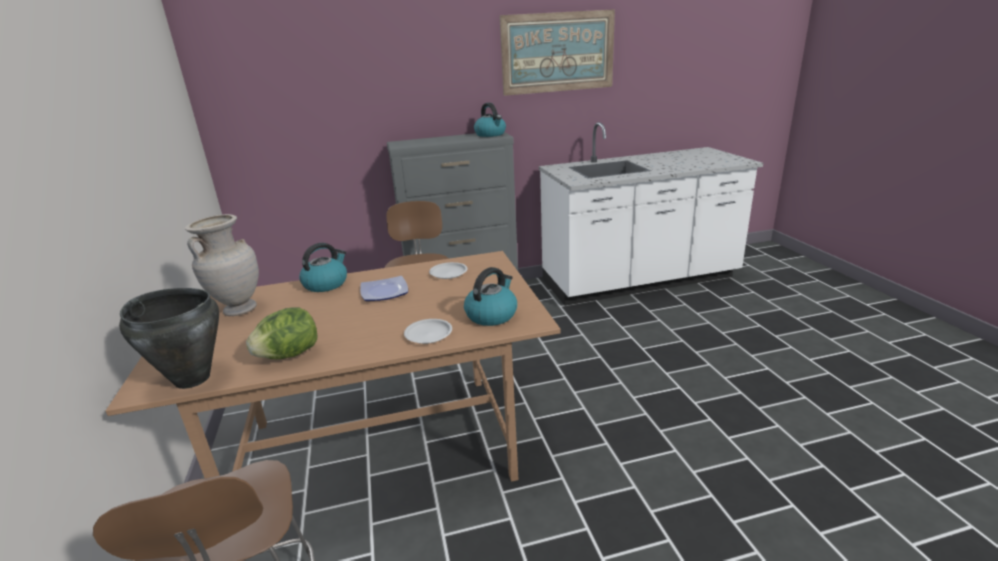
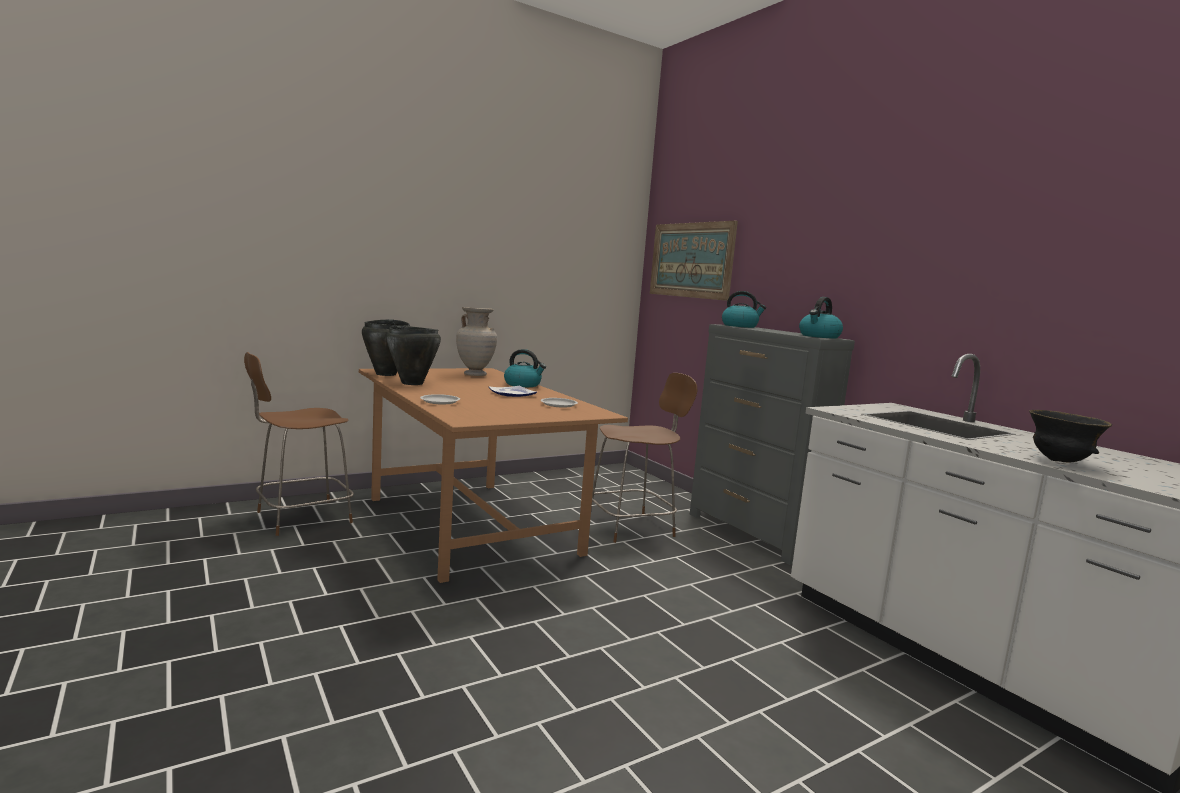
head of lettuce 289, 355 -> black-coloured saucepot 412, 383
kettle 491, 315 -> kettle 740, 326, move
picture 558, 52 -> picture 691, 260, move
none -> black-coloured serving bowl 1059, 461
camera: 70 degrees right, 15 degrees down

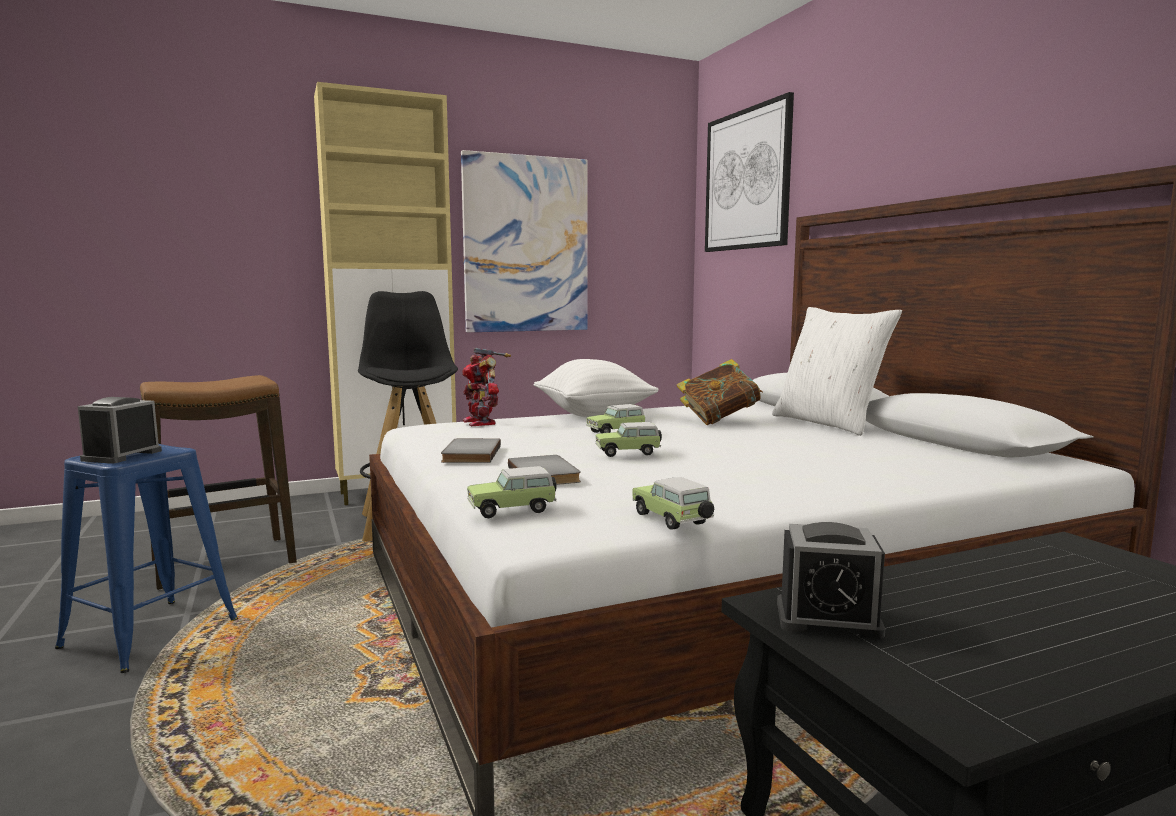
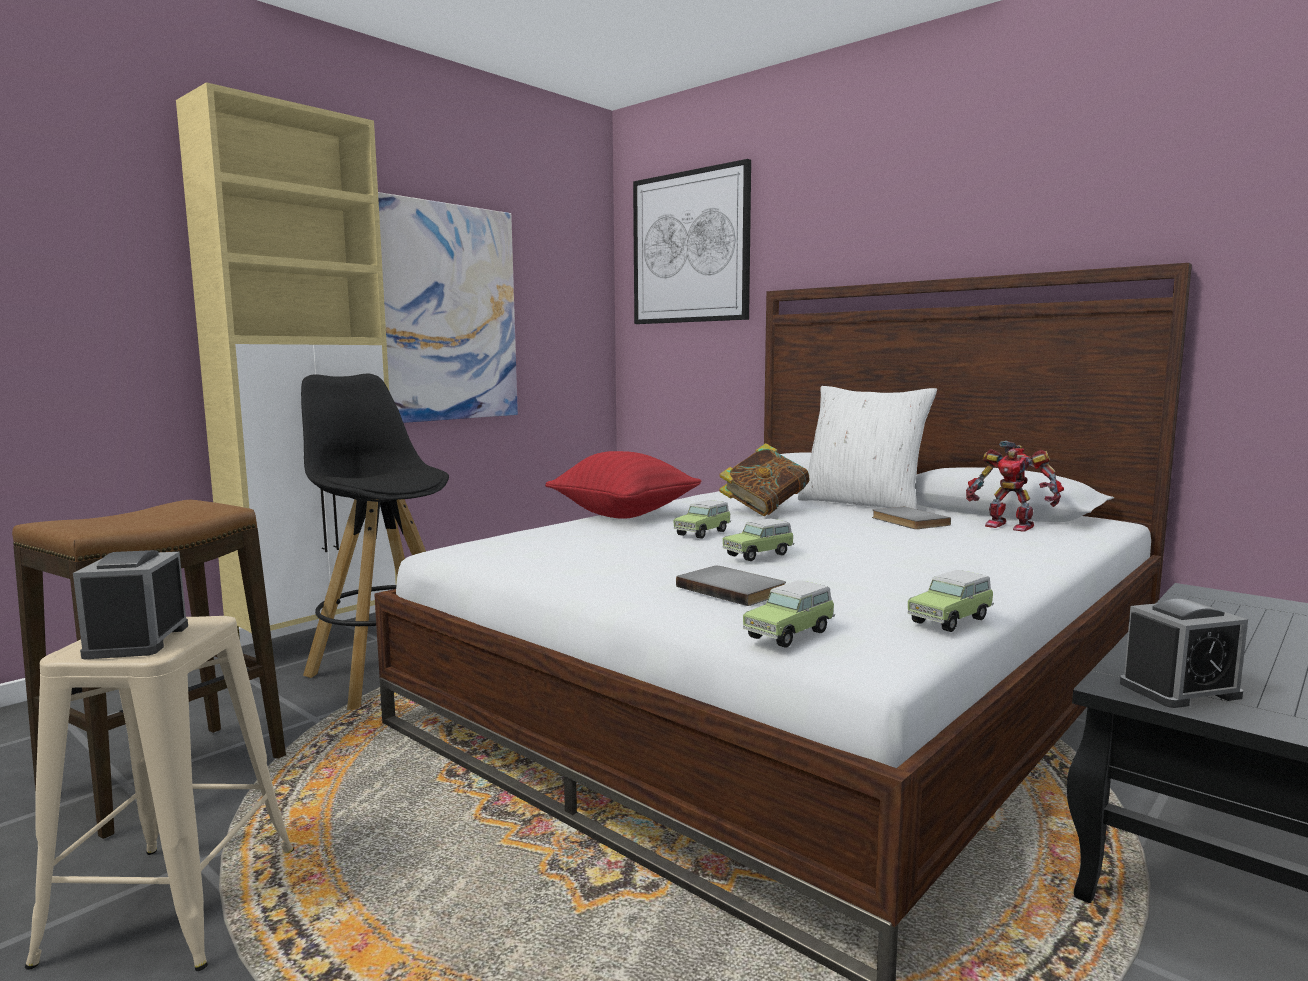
blue stool 150, 634 -> beige-coloured stool 173, 904
gray bound book 469, 454 -> gray bound book 907, 521, move
robot figure 482, 422 -> robot figure 1010, 526, move
white throw pillow 593, 414 -> red-coloured throw pillow 624, 514
model car 672, 520 -> model car 951, 620, 75 degrees counterclockwise
camera: 25 degrees left, 0 degrees up

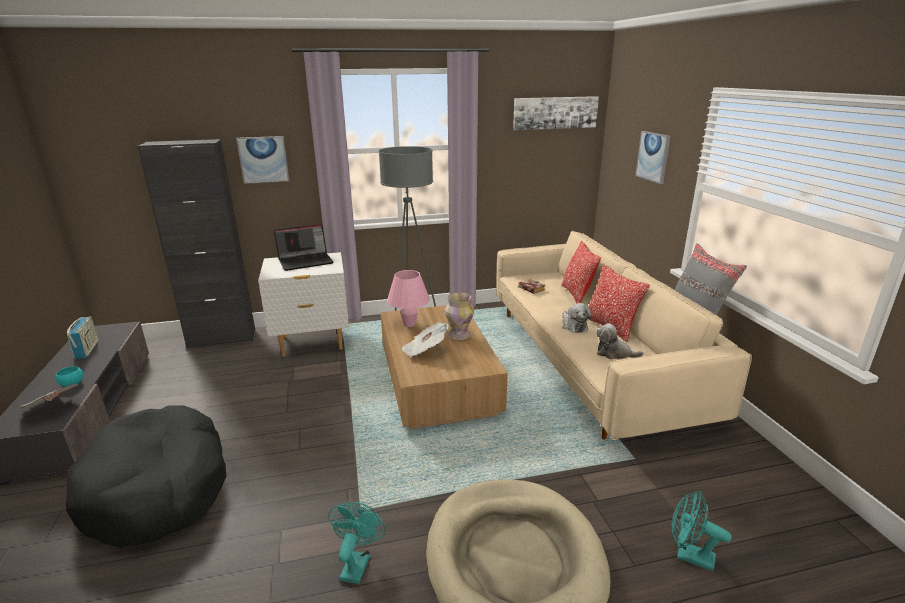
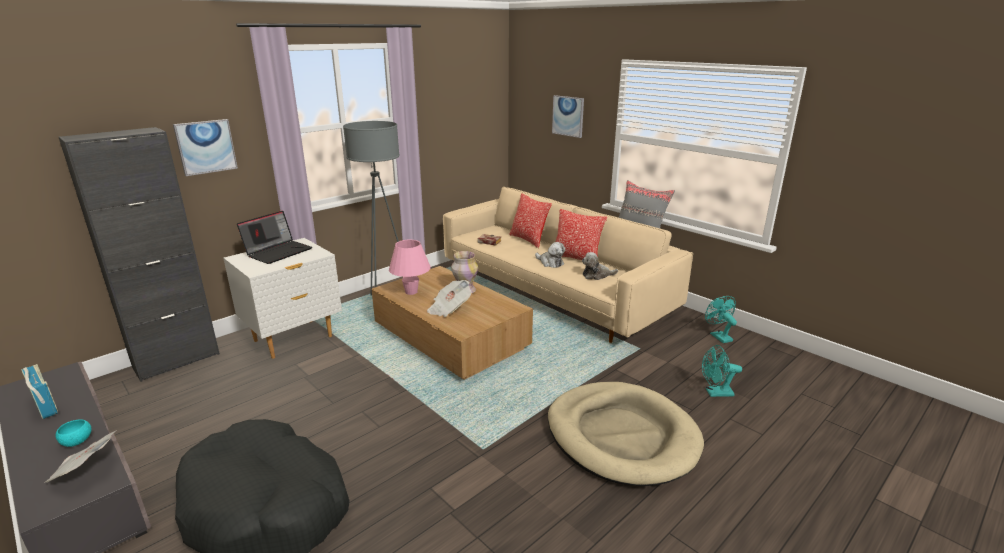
blue-green cooling fan 357, 563 -> blue-green cooling fan 718, 336, move
picture 555, 112 -> none
camera: 30 degrees left, 0 degrees up

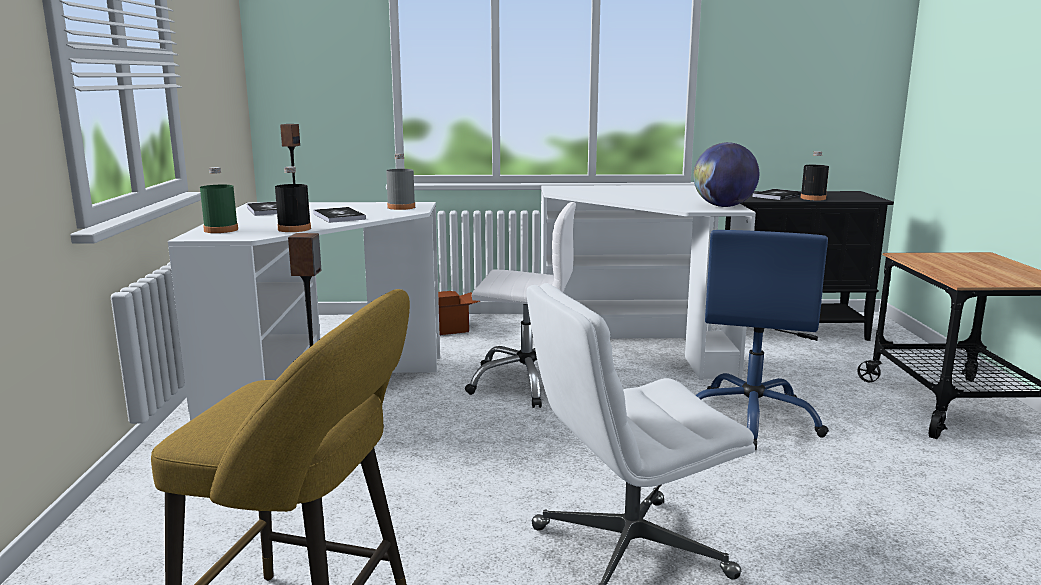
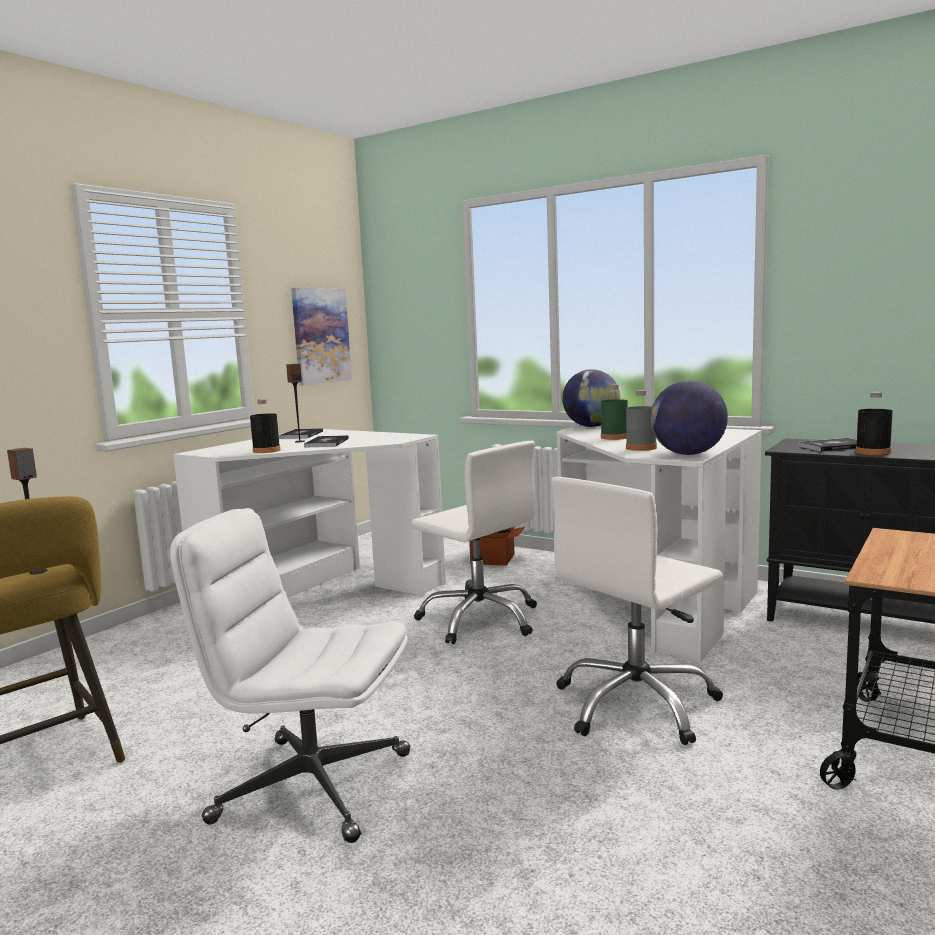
green drink bottle 221, 230 -> green drink bottle 614, 437, move
gray drink bottle 401, 207 -> gray drink bottle 641, 448, move
blue office chair 751, 419 -> white office chair 637, 705
none -> picture 320, 335
none -> globe 591, 426
camera: 35 degrees right, 5 degrees down

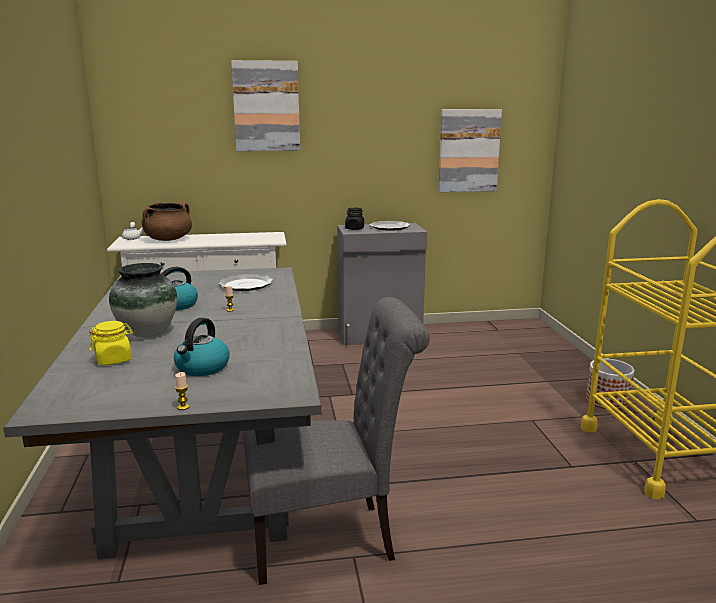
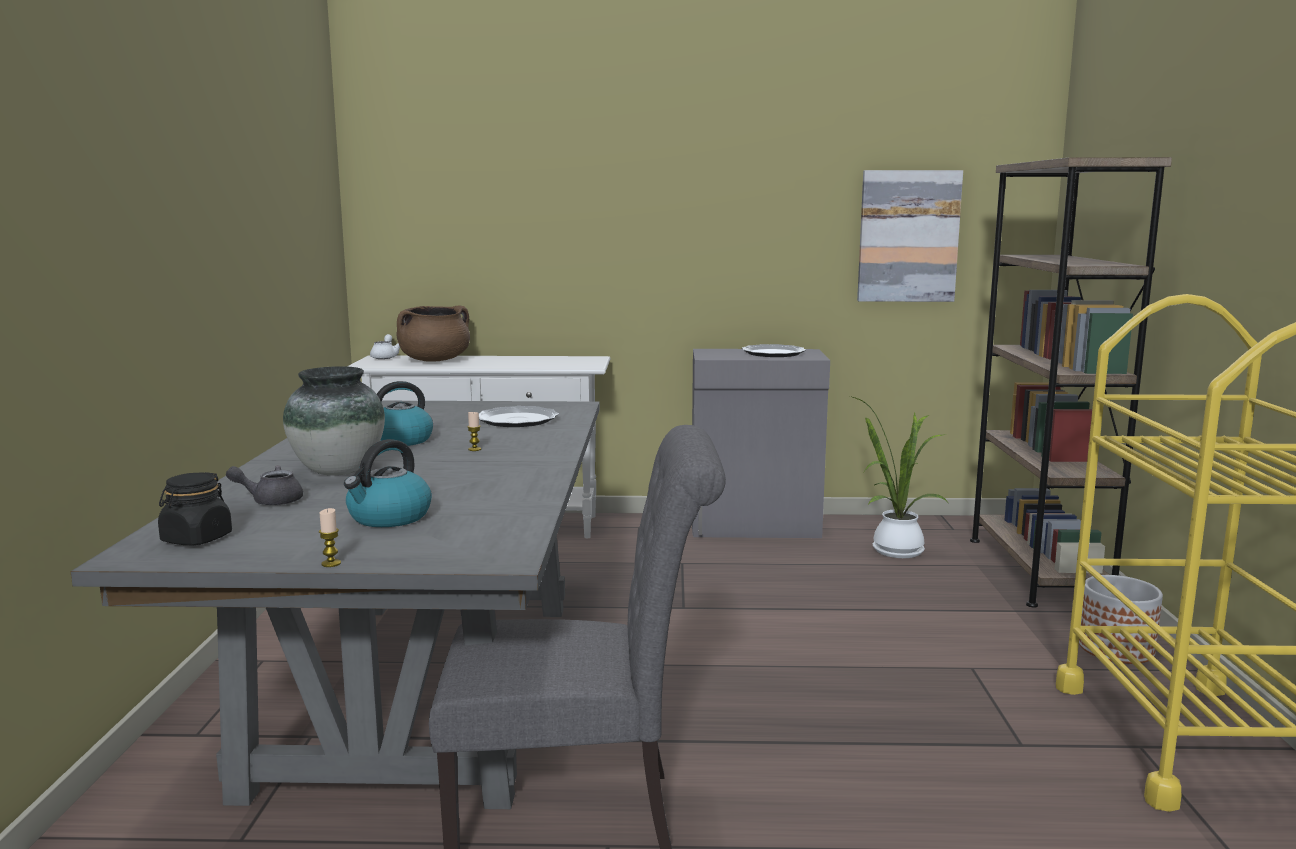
yellowish preserve jar 114, 360 -> gray teapot 271, 501
picture 266, 106 -> none
black-coloured preserve jar 354, 229 -> black-coloured preserve jar 196, 539, move
none -> houseplant 893, 550
none -> brown bookshelf 1037, 570
camera: 10 degrees right, 5 degrees down

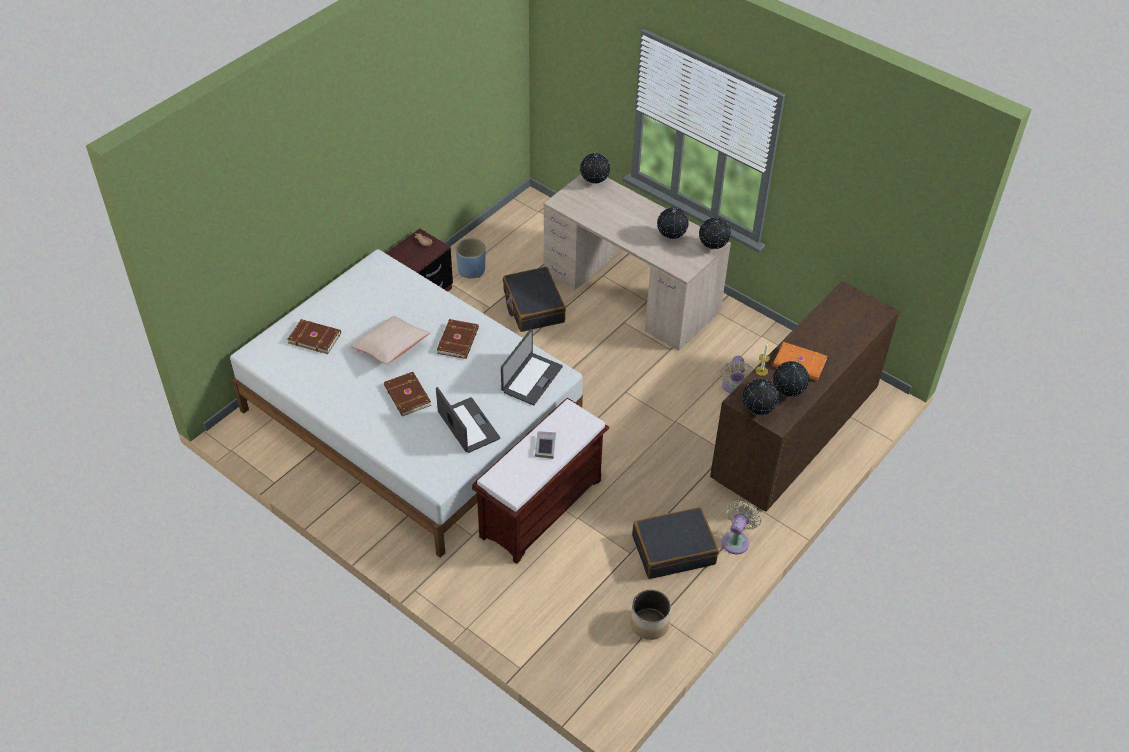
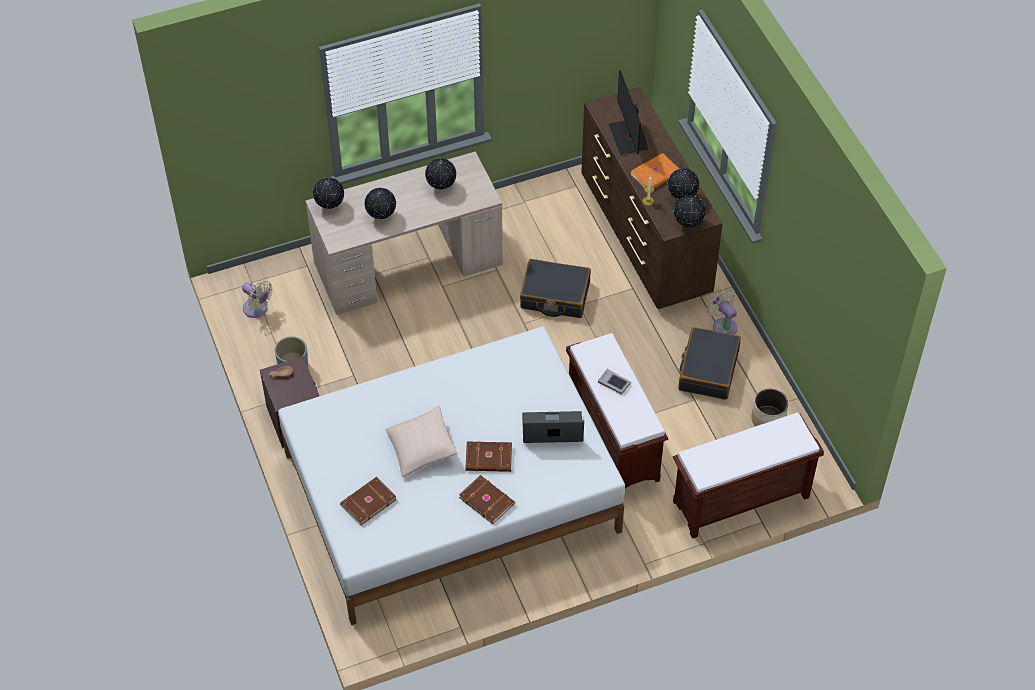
brown bound book 459, 340 -> brown bound book 487, 500, move
notebook computer 531, 379 -> none
black-coloured travel case 533, 307 -> black-coloured travel case 555, 296, move
globe 712, 248 -> globe 381, 216, move
beige-coloured cooling fan 734, 387 -> beige-coloured cooling fan 257, 309, move
none -> monitor 629, 137
none -> brown bench 740, 500
camera: 60 degrees left, 5 degrees up

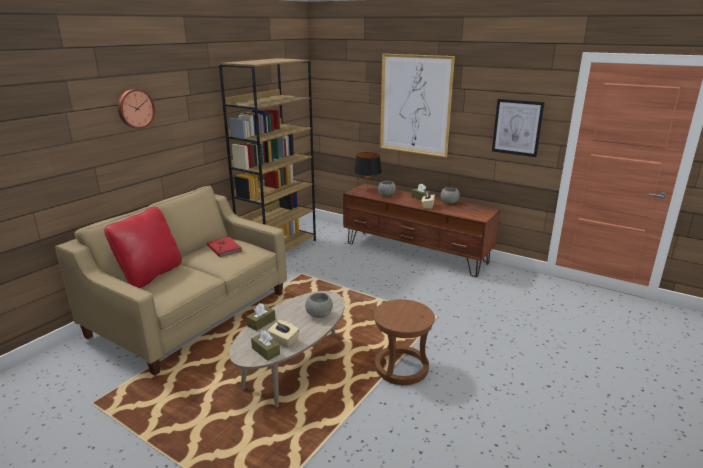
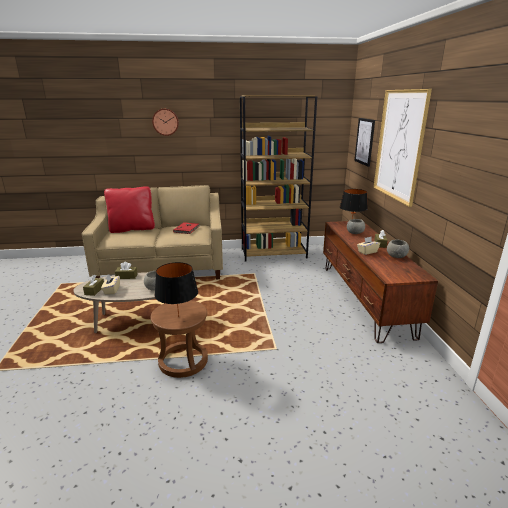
picture 517, 127 -> picture 365, 141, move
none -> black-coloured tabletop lamp 178, 317
camera: 50 degrees right, 0 degrees up

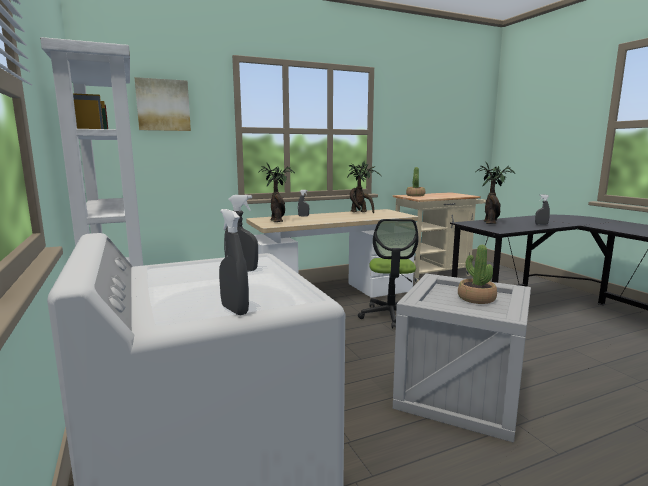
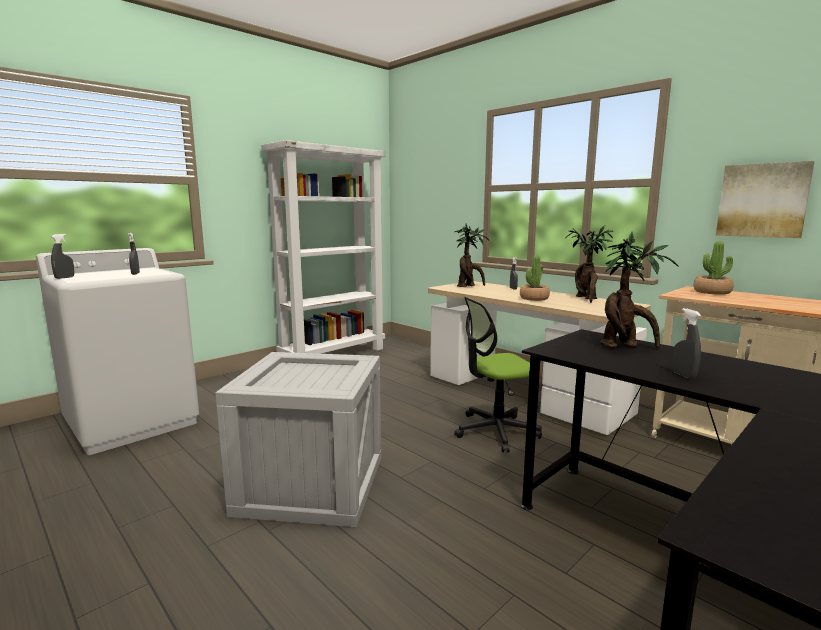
picture 163, 105 -> picture 762, 200, move
houseplant 476, 298 -> houseplant 534, 298, move
camera: 70 degrees right, 0 degrees up

